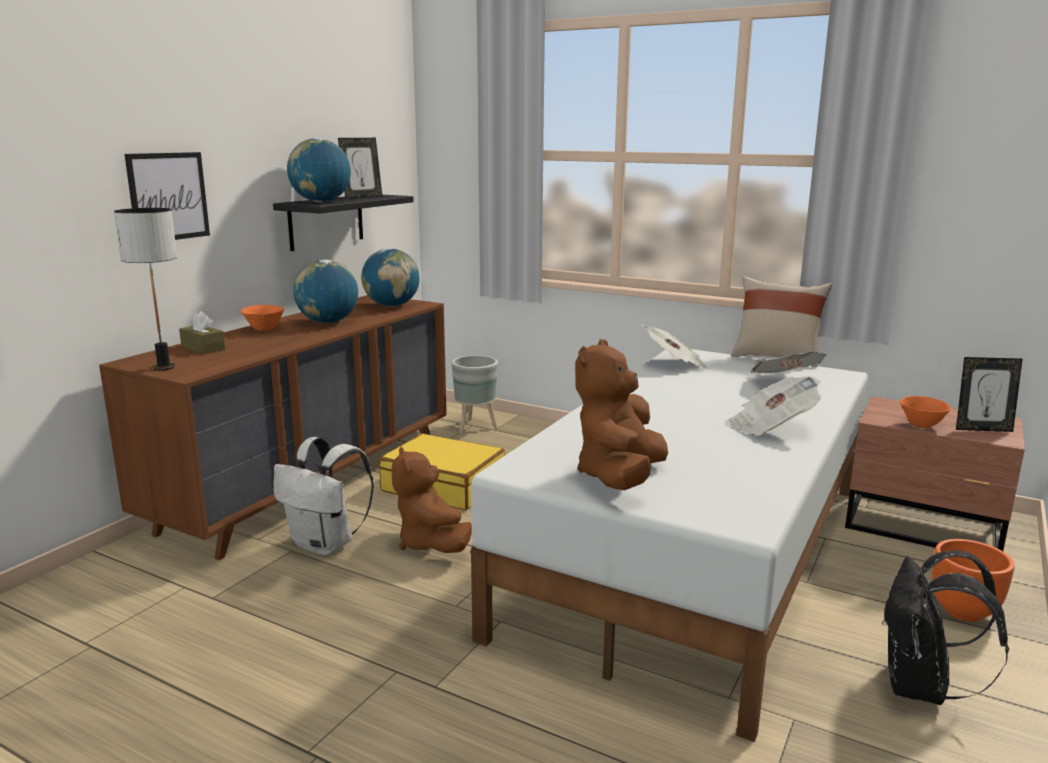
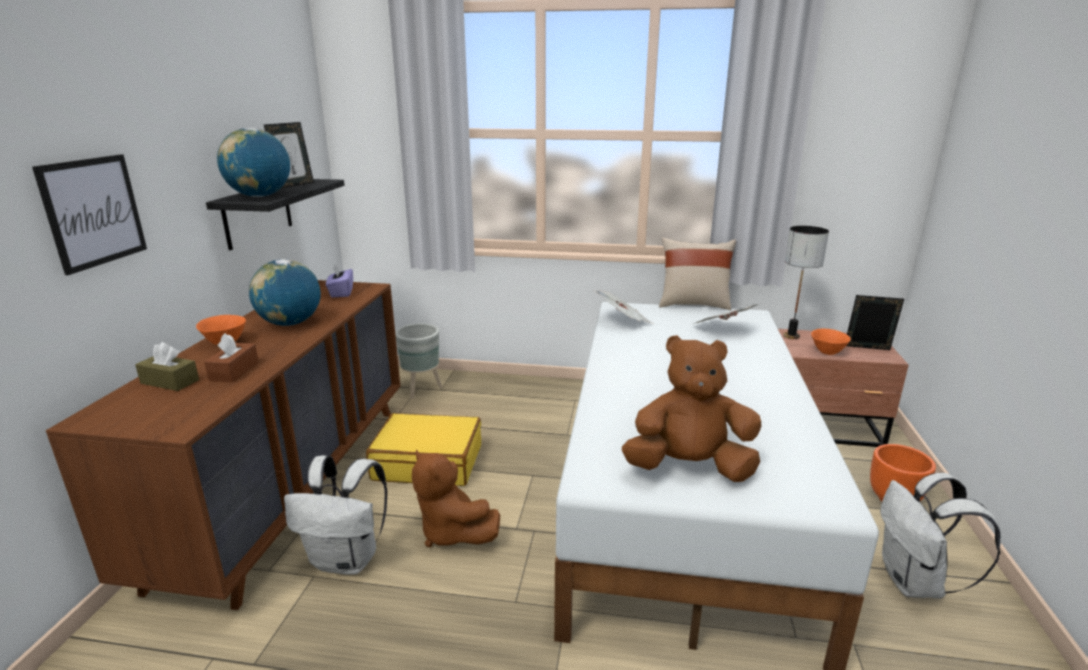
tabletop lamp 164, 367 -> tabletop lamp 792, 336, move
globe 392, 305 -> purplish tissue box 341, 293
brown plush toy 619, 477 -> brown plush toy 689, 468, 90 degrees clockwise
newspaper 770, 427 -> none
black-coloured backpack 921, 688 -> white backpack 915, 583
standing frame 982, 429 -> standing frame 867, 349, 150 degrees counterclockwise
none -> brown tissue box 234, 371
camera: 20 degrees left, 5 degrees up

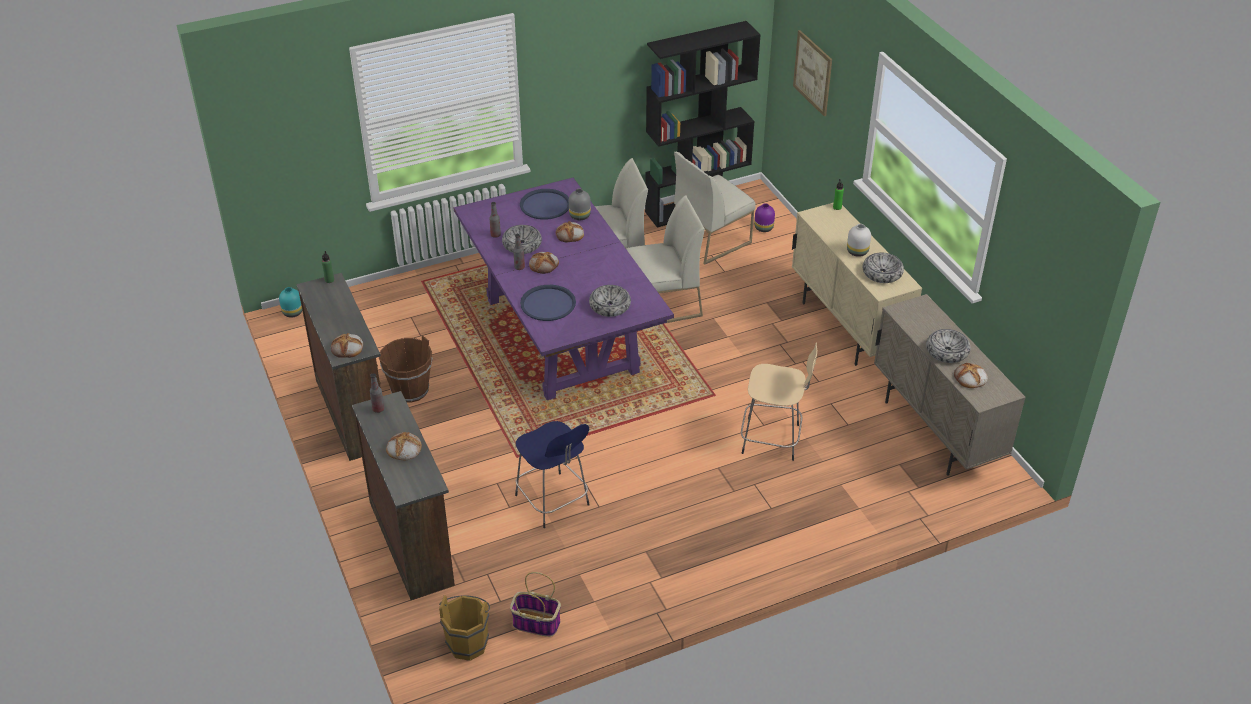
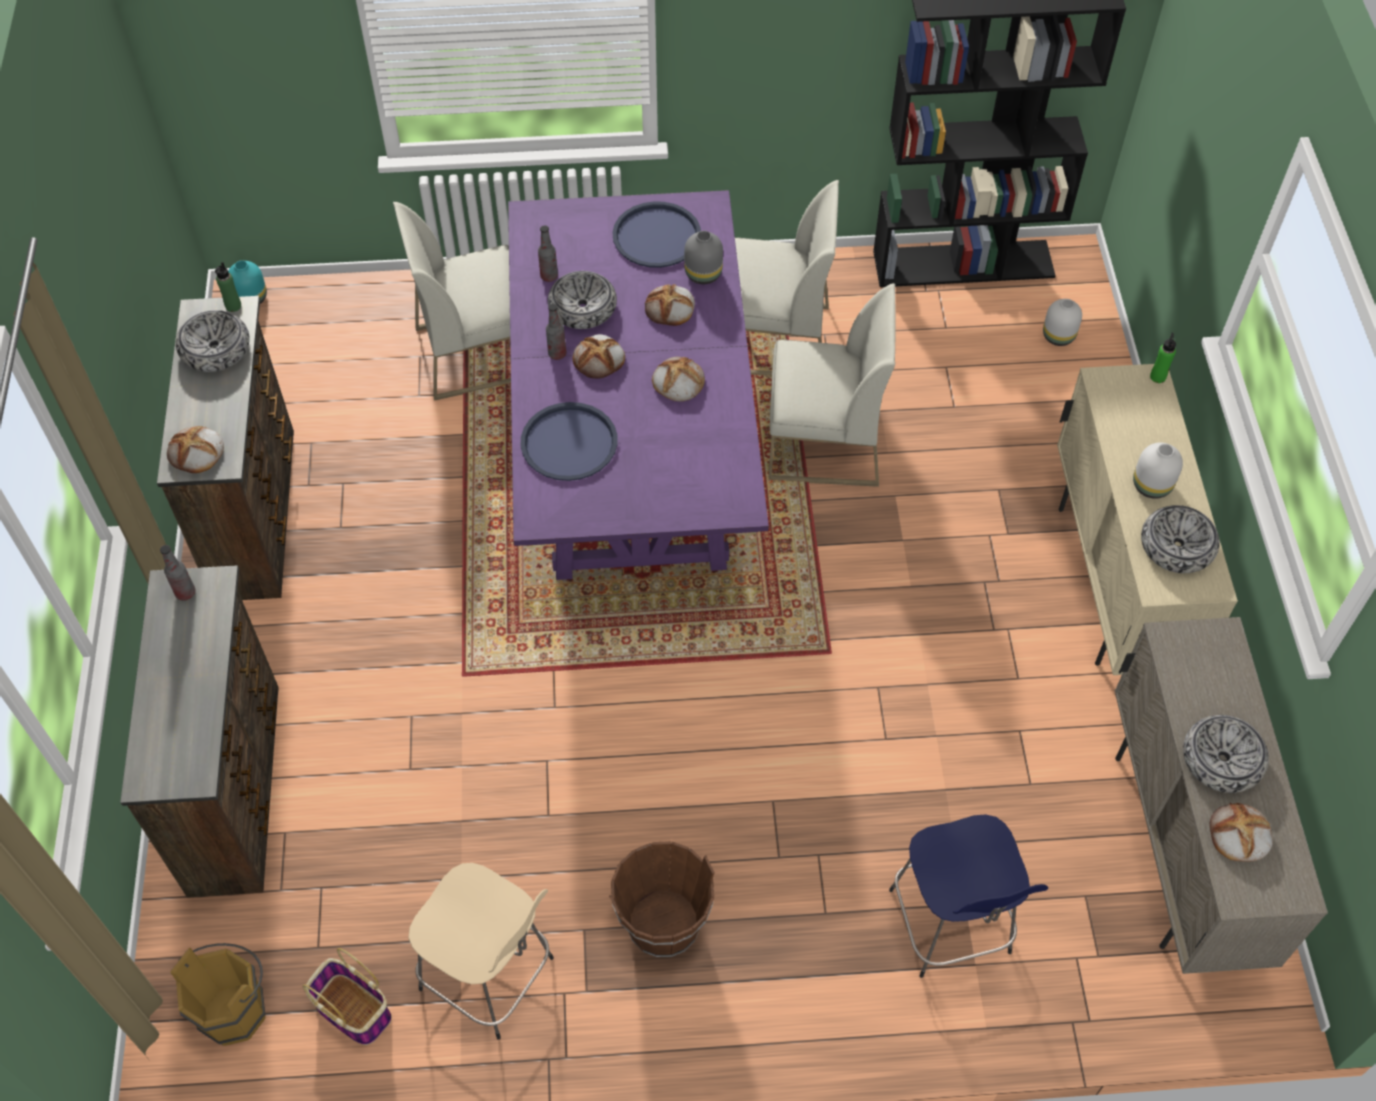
brown pail 410, 390 -> brown pail 663, 924, move
baked bread 403, 449 -> baked bread 678, 382, move
blue stool 553, 502 -> blue stool 951, 926, move
serving bowl 610, 306 -> serving bowl 215, 348, move
white plain chair 711, 239 -> white plain chair 477, 351, move
beige-coloured stool 773, 439 -> beige-coloured stool 490, 976, move
purplish flower vase 763, 228 -> white flower vase 1057, 336
picture 813, 72 -> none
camera: 20 degrees right, 15 degrees up

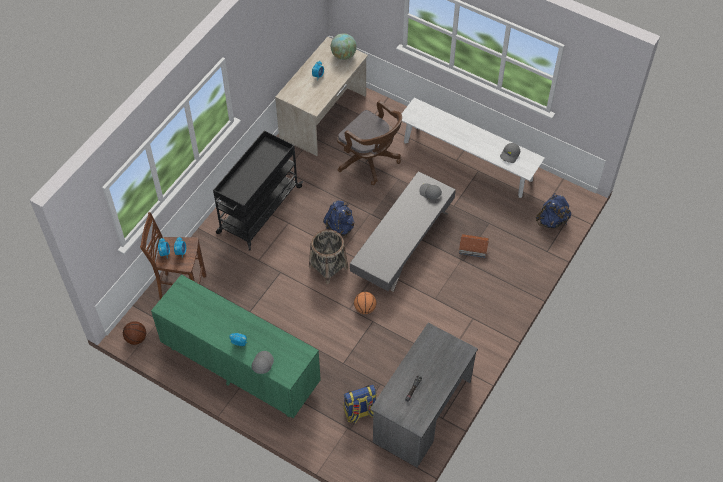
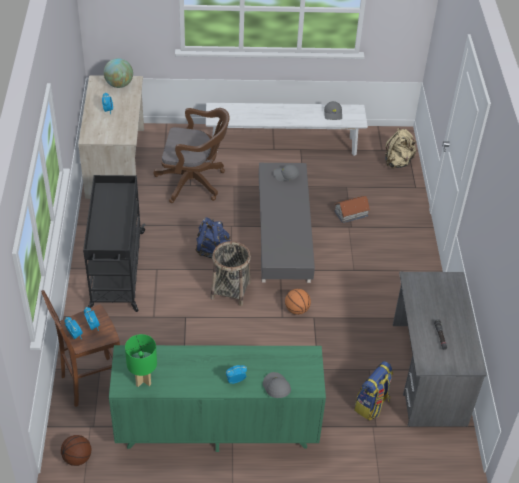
blue backpack 552, 221 -> beige-coloured backpack 398, 162
none -> green tabletop lamp 143, 380
camera: 35 degrees left, 10 degrees down

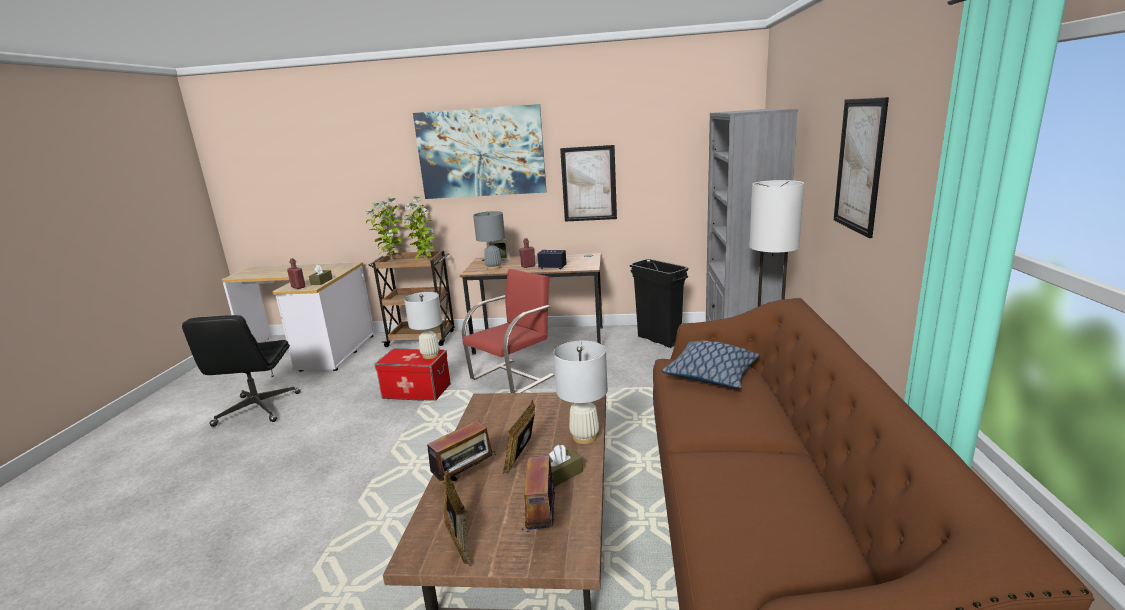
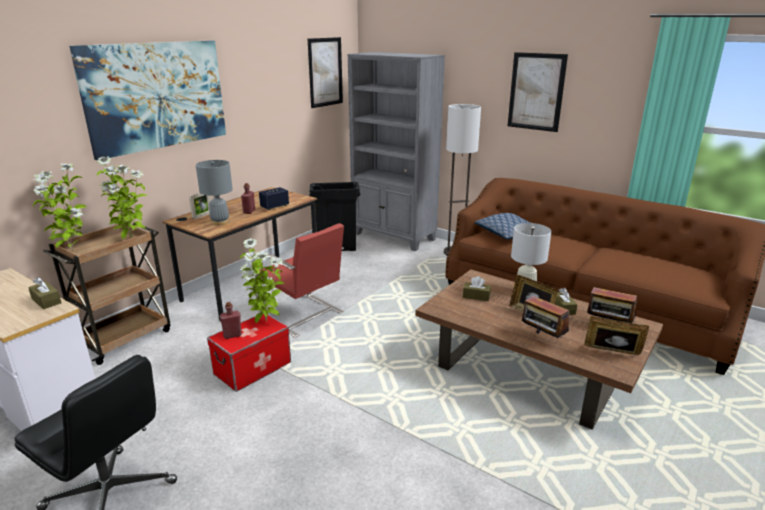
red-coloured drink bottle 298, 287 -> red-coloured drink bottle 232, 335, move
white tabletop lamp 430, 355 -> houseplant 265, 322
radio receiver 465, 478 -> radio receiver 542, 338, 150 degrees clockwise
red-coloured plain chair 513, 377 -> red-coloured plain chair 304, 315, 150 degrees clockwise
picture 589, 183 -> picture 325, 72, move
none -> brown tissue box 476, 296
camera: 60 degrees left, 5 degrees up

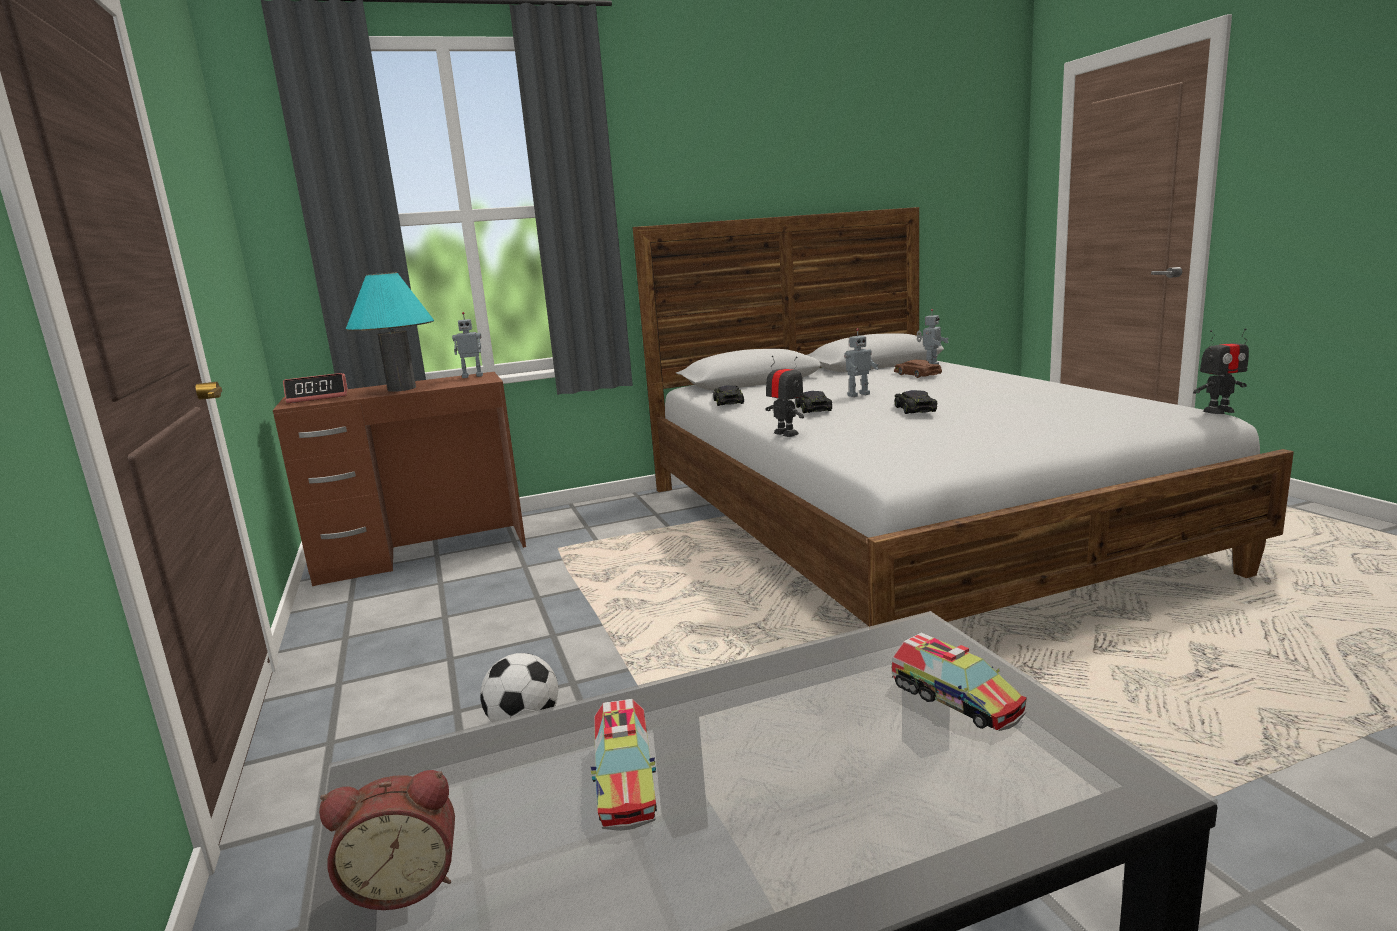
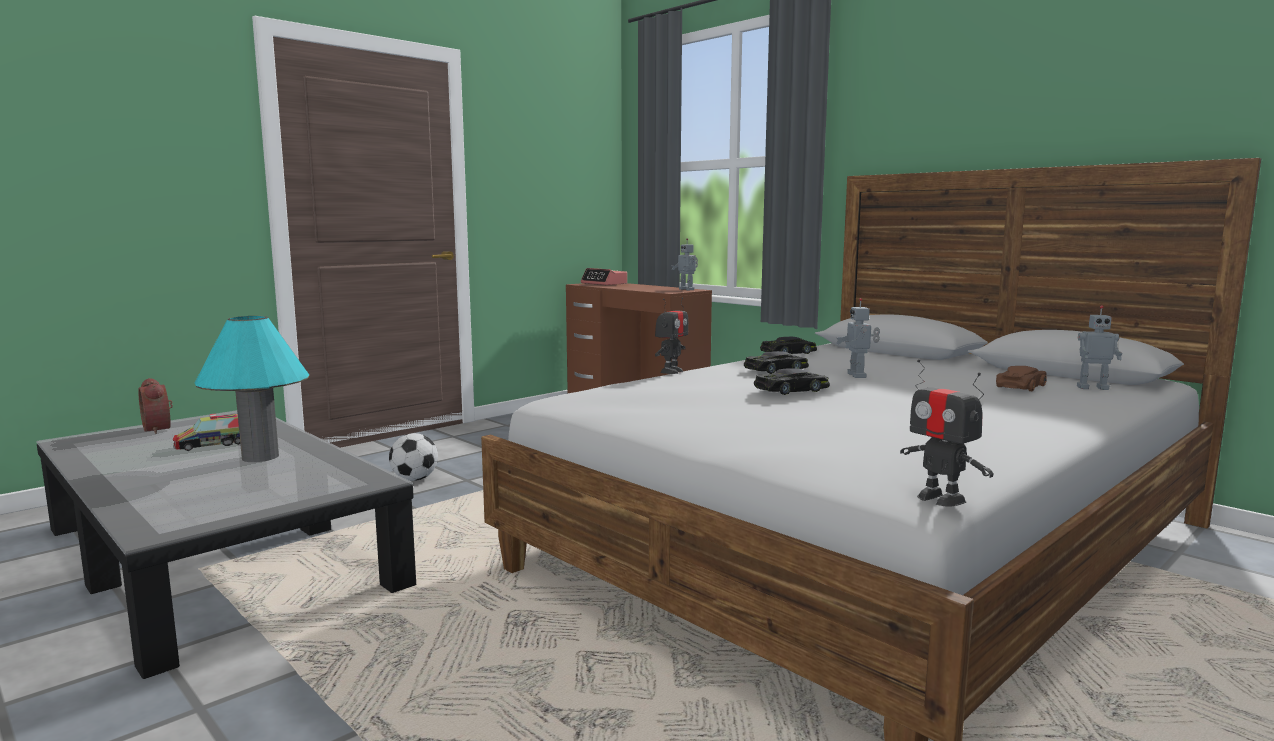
blue-green tabletop lamp 402, 388 -> blue-green tabletop lamp 260, 457, move
robot figure 858, 395 -> robot figure 858, 375, 45 degrees clockwise
toy lorry 955, 699 -> none
camera: 65 degrees right, 5 degrees down

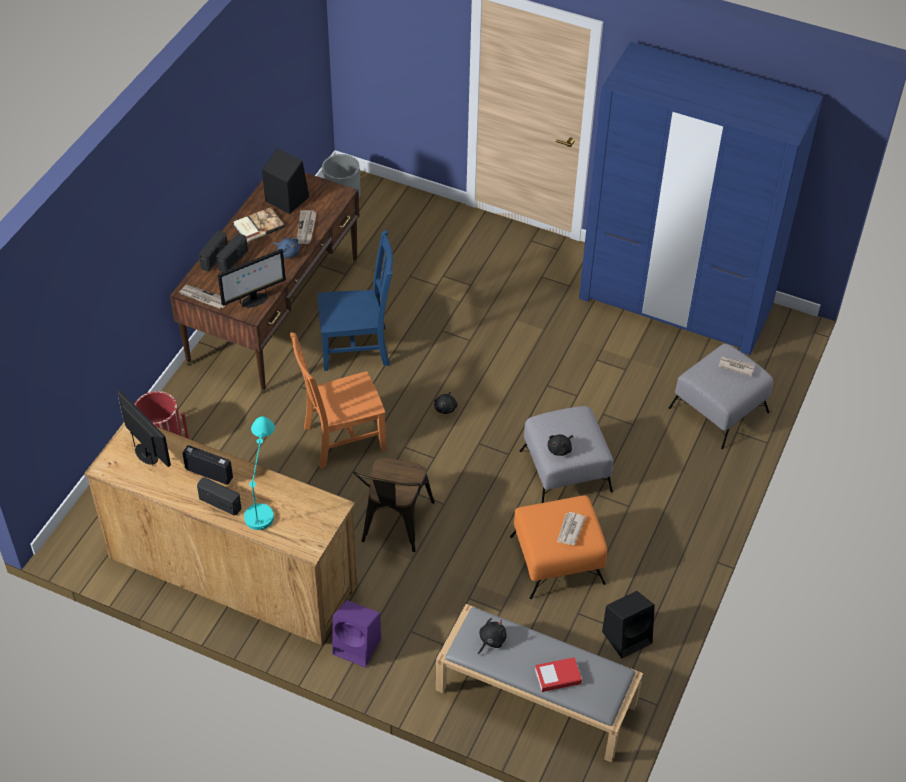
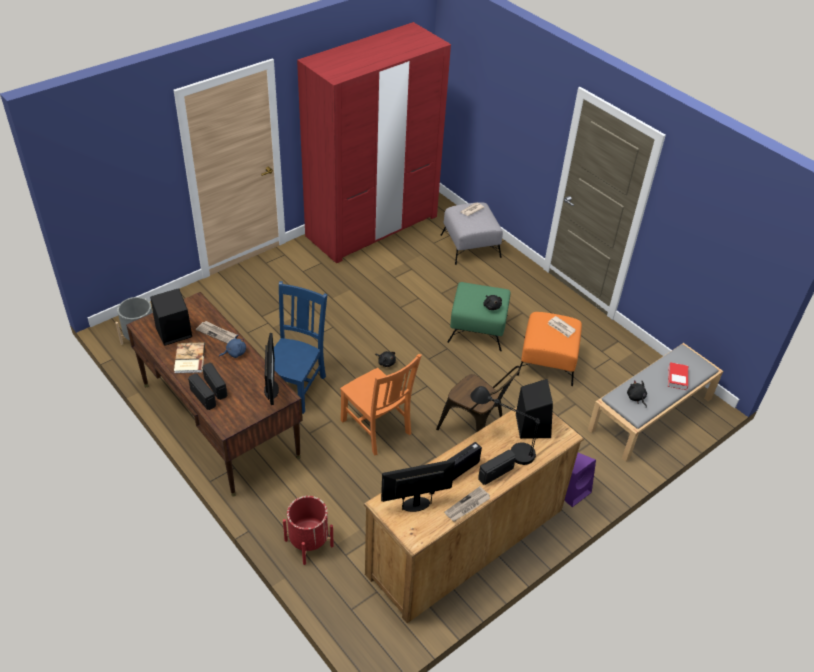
newspaper 203, 298 -> newspaper 467, 506, move
blue-green tabletop lamp 262, 496 -> black-coloured tabletop lamp 502, 445
orange plain chair 341, 439 -> orange plain chair 377, 428, 45 degrees counterclockwise
gray ottoman 565, 471 -> green ottoman 478, 328
blue armoire 675, 302 -> red-coloured armoire 372, 226
black-coloured speaker 627, 636 -> black-coloured speaker 532, 425, move
camera: 65 degrees left, 5 degrees down

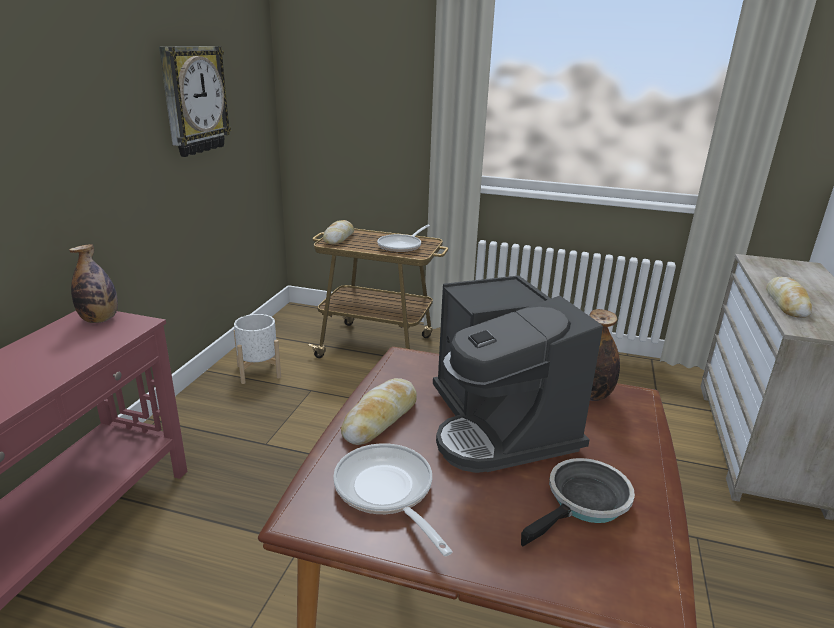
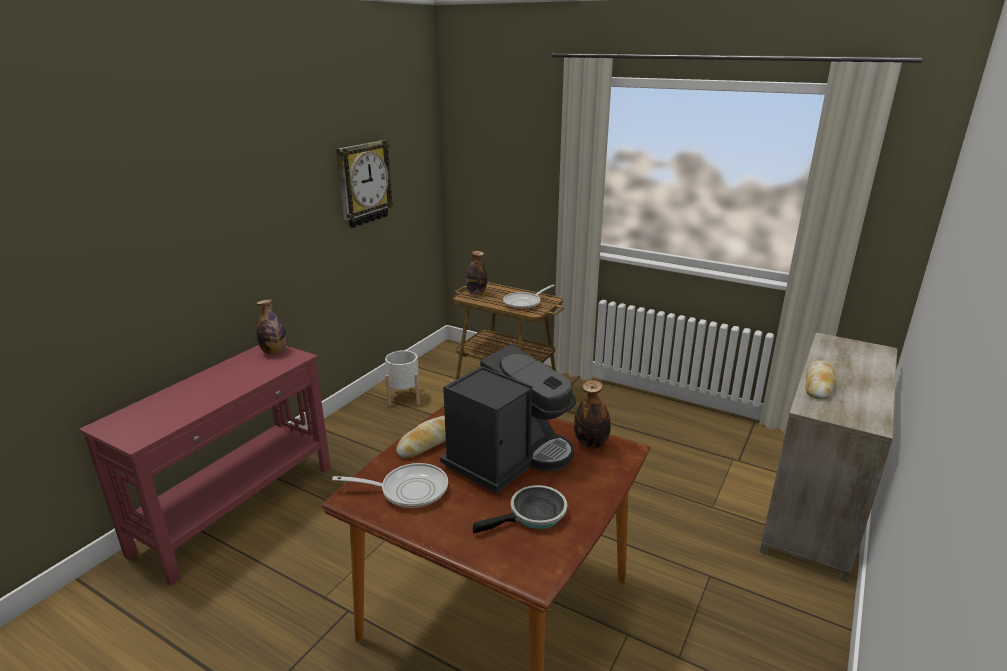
baked bread 339, 238 -> drink bottle 476, 292
frying pan 387, 492 -> frying pan 408, 490, 105 degrees clockwise
coffee machine 499, 425 -> coffee machine 509, 457, 135 degrees counterclockwise
camera: 15 degrees right, 0 degrees up

